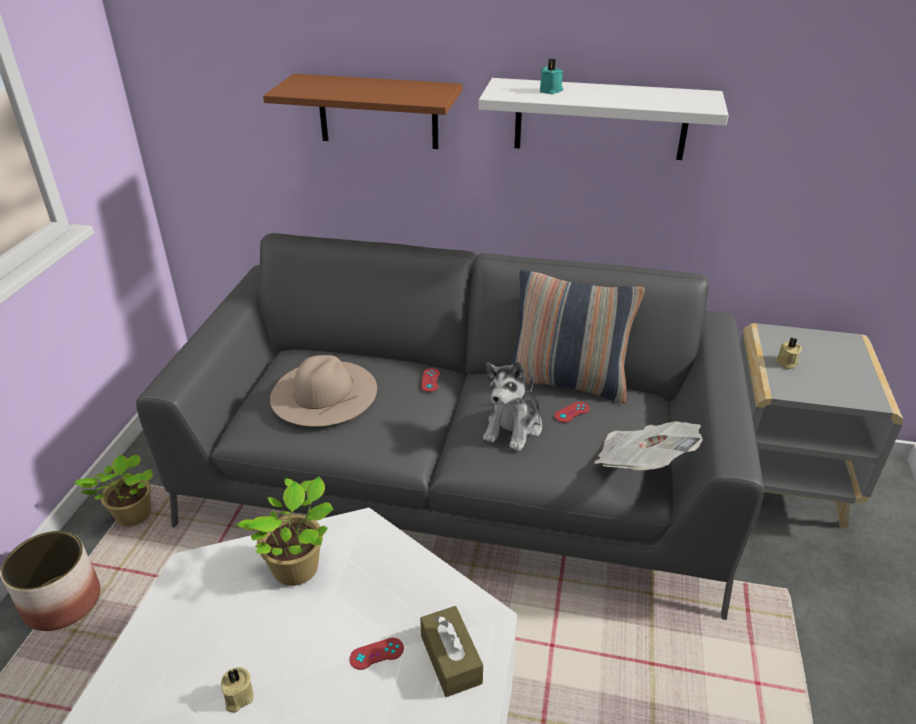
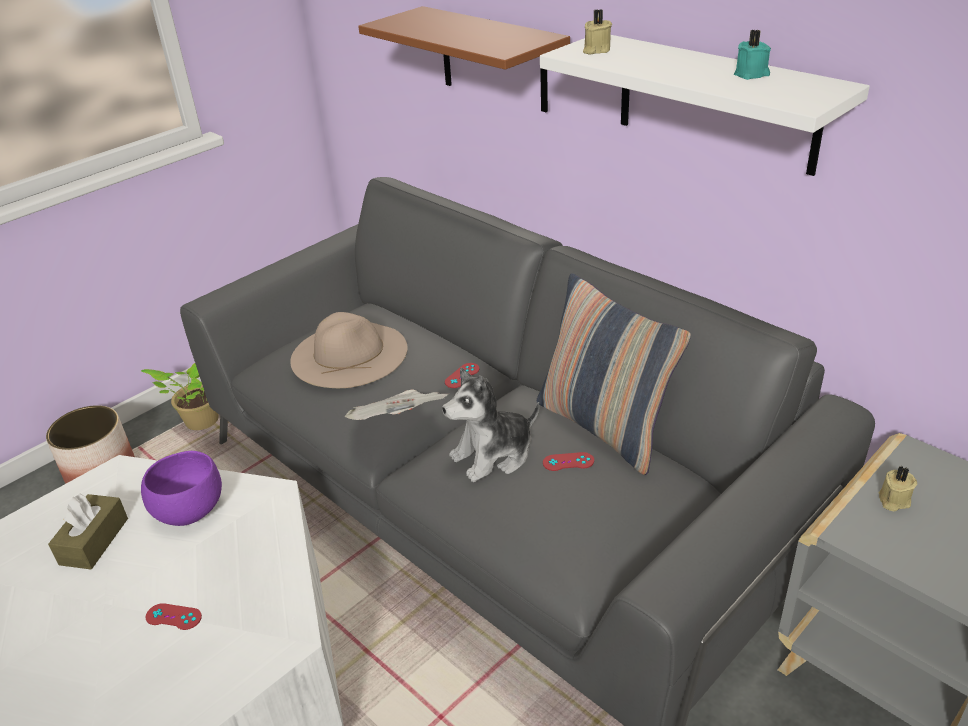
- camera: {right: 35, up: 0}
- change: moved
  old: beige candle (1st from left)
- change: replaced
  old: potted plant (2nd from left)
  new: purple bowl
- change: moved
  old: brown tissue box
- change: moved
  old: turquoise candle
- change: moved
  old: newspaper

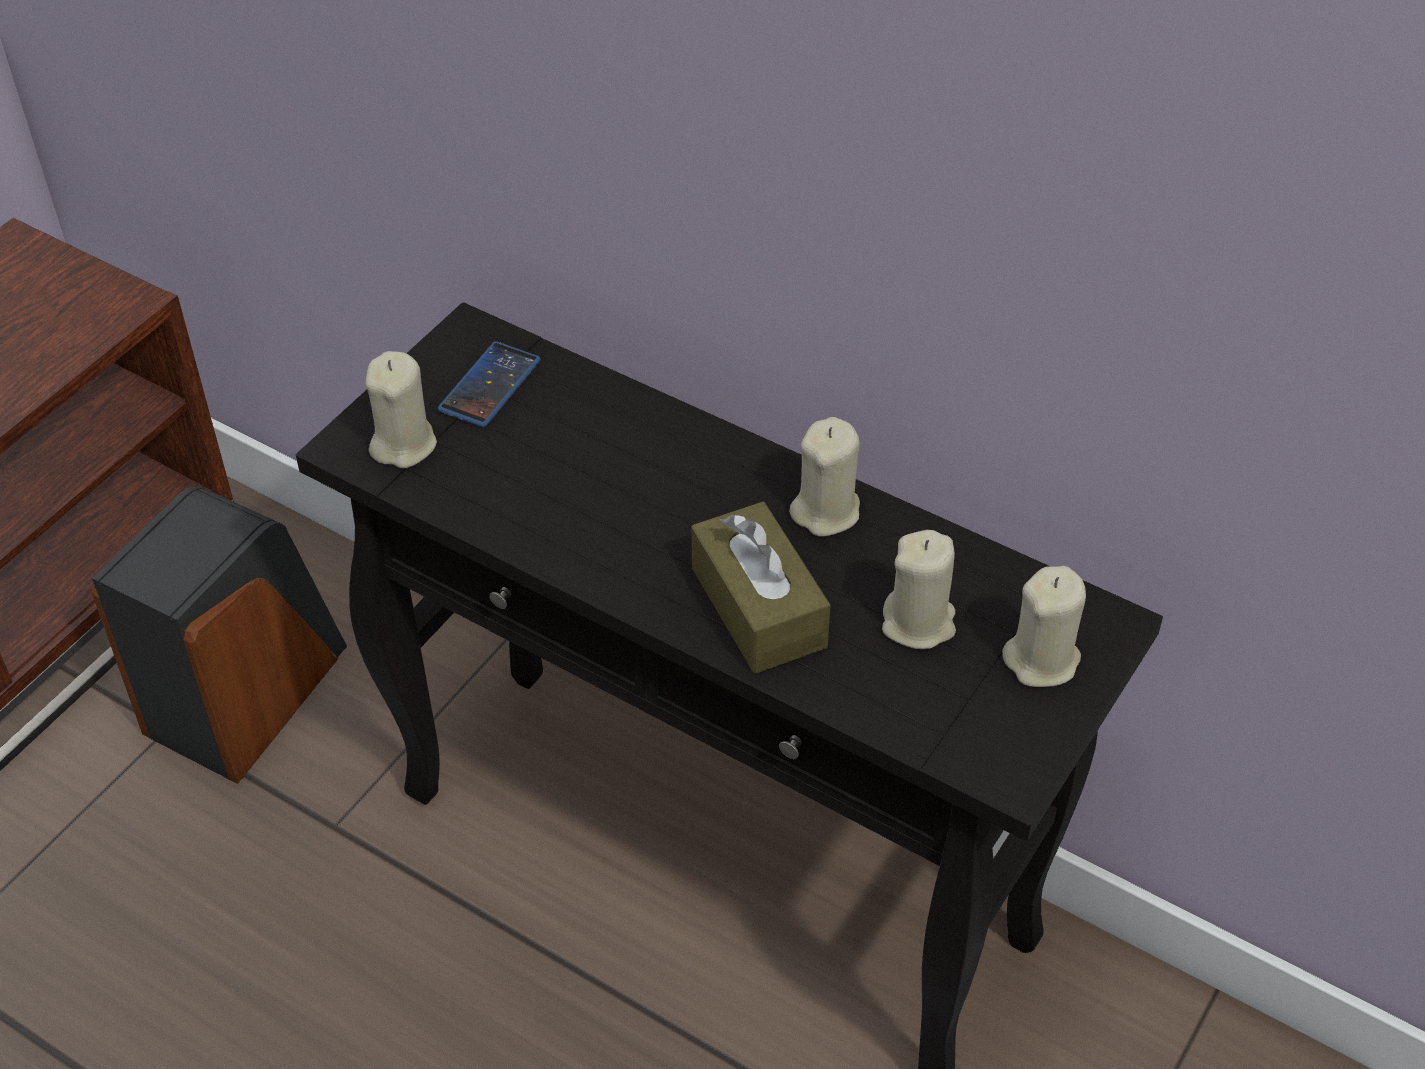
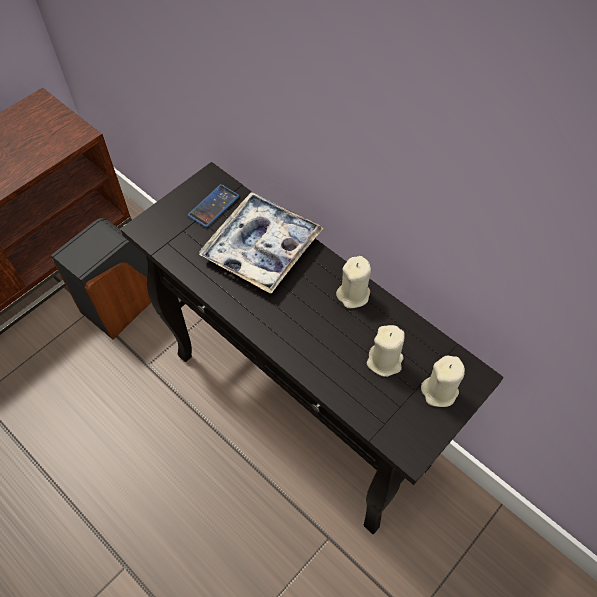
- camera: {right: 10, up: 10}
- change: removed
  old: beige candle (1st from left)
- change: removed
  old: brown tissue box
- change: added
  new: tray

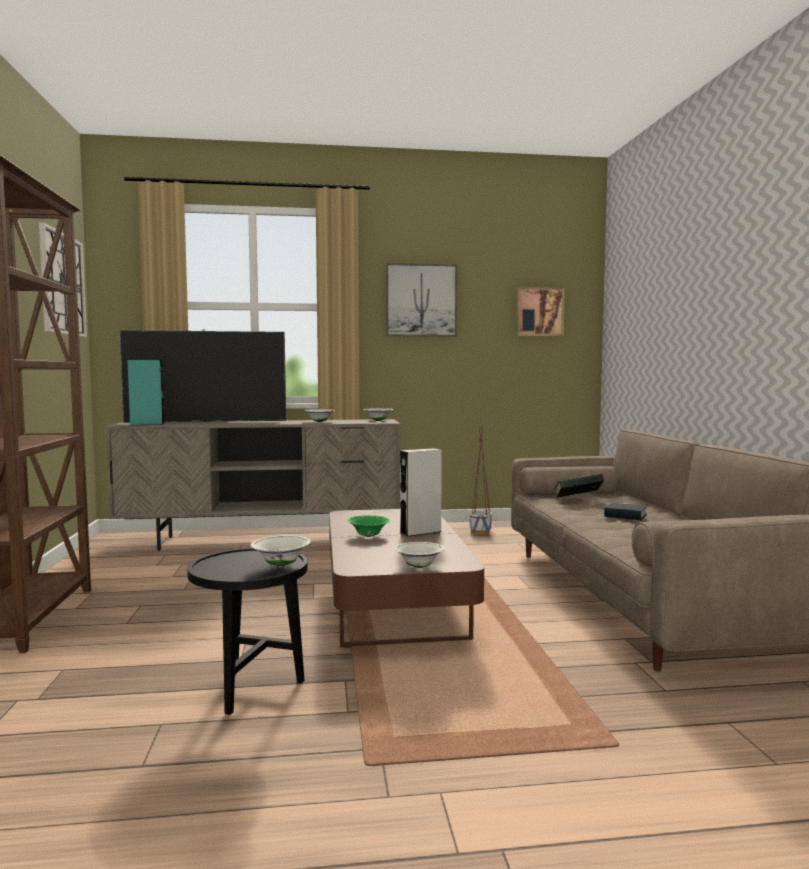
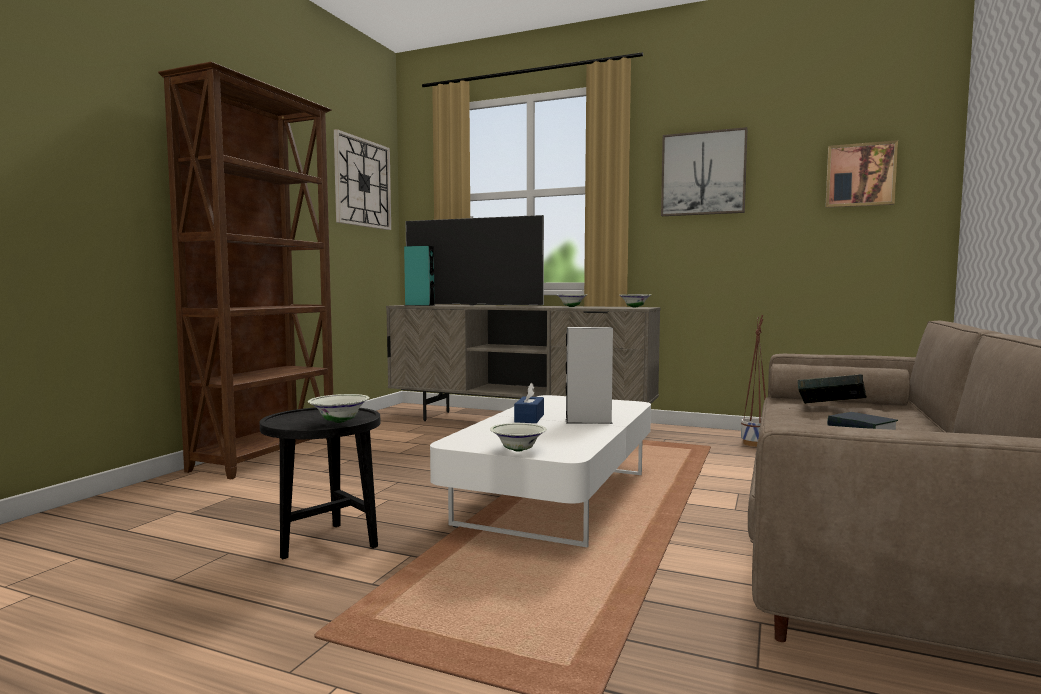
- camera: {right: 30, up: 0}
- change: recoloured
  old: brown coffee table
  new: white coffee table
- change: replaced
  old: green bowl
  new: blue tissue box

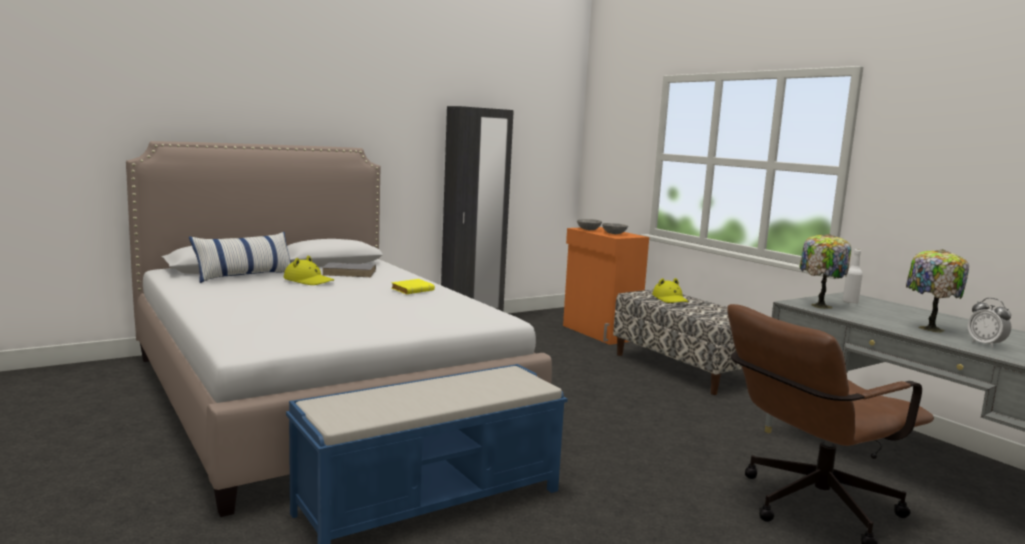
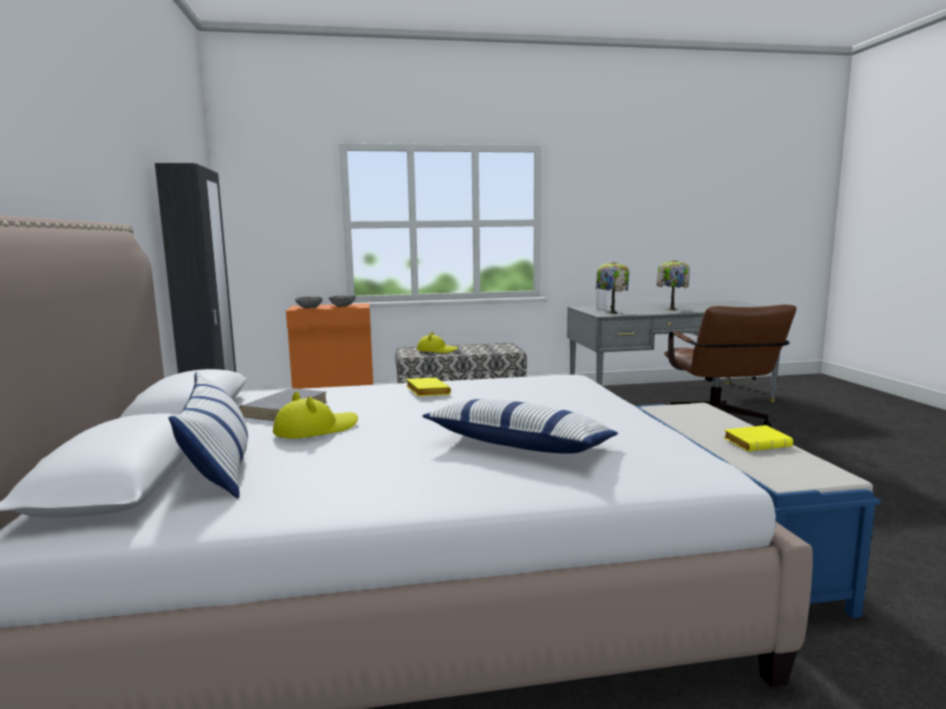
- camera: {right: -65, up: 0}
- change: removed
  old: alarm clock
- change: added
  new: pillow (2nd from left)
- change: added
  new: yellow book (2nd from left)

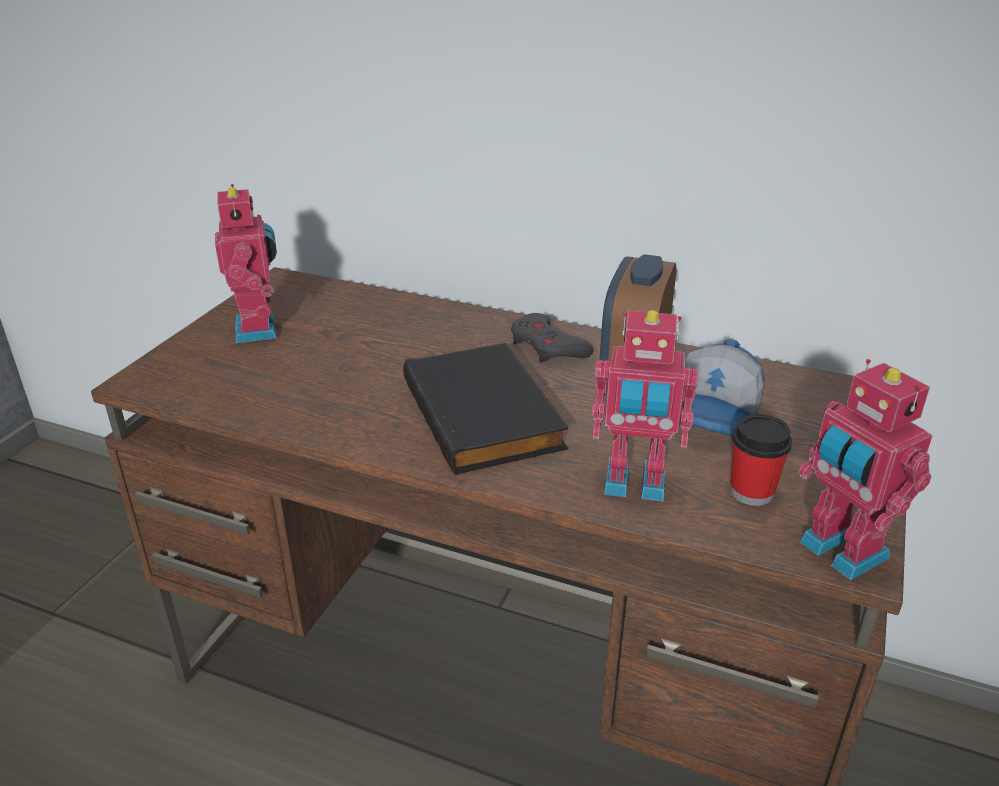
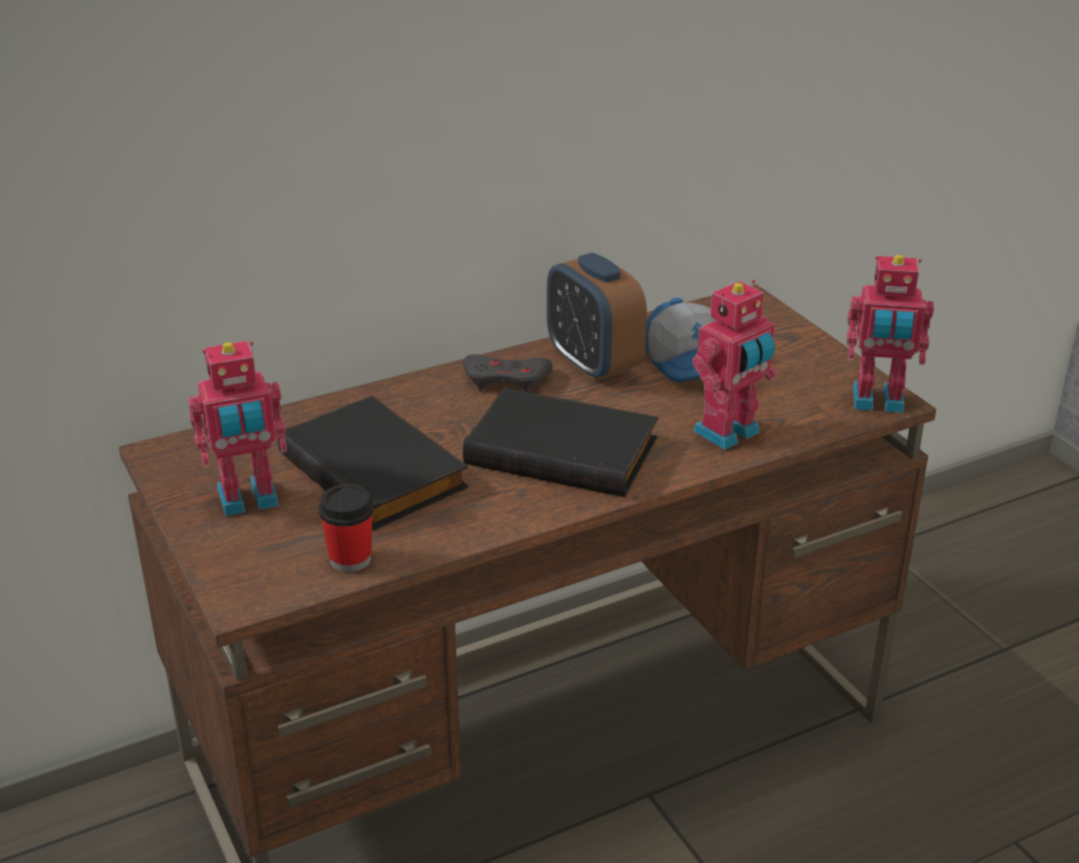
- camera: {right: -50, up: 0}
- change: turned
  old: toy robot (1st from left)
  degrees: 135
- change: moved
  old: cup
- change: added
  new: black book (1st from left)

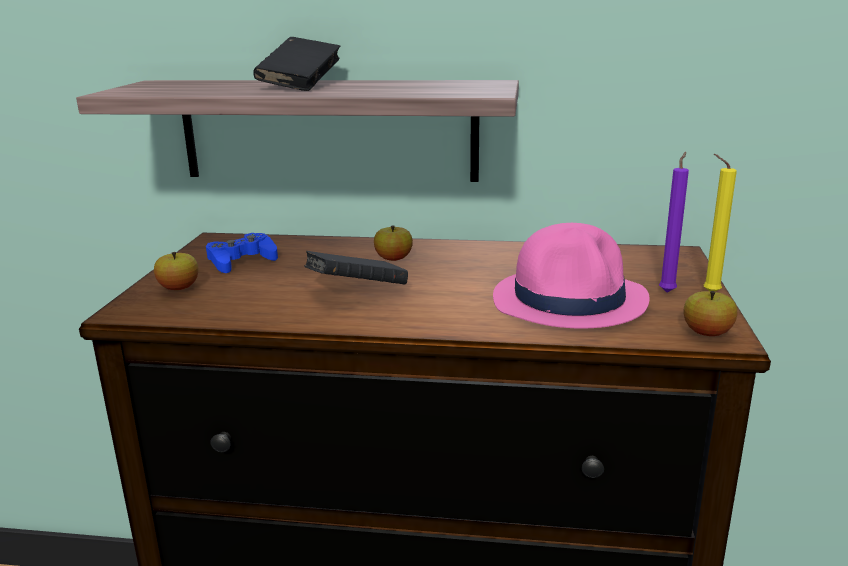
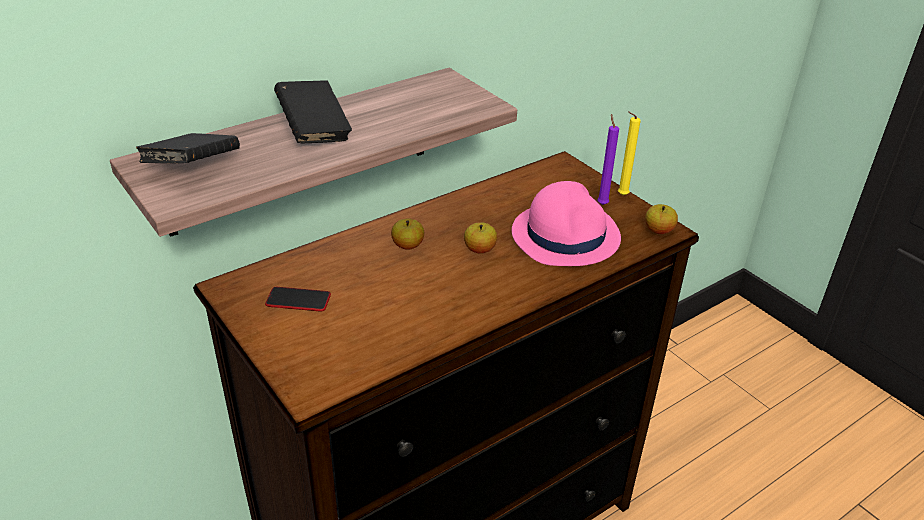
- camera: {right: -45, up: 15}
- change: moved
  old: apple (1st from left in the first image)
  new: apple (2nd from left)
- change: replaced
  old: blue game controller
  new: phone
- change: moved
  old: black book (2nd from left in the first image)
  new: black book (1st from left)

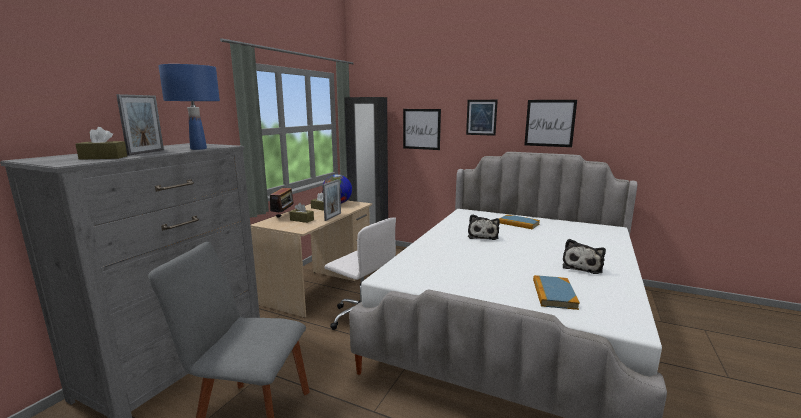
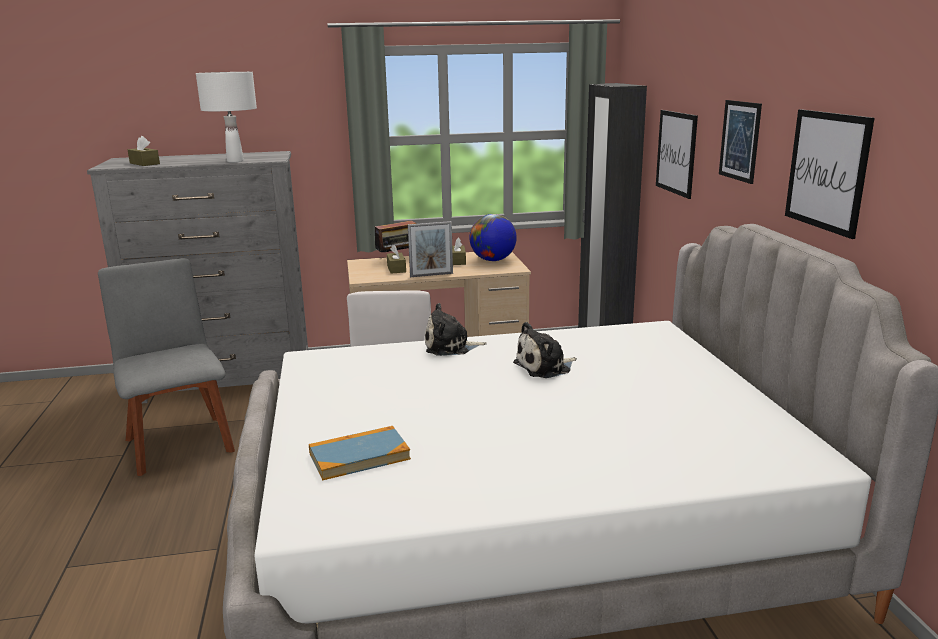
- camera: {right: 55, up: 5}
- change: removed
  old: picture frame (1st from left)
- change: recoloured
  old: blue table lamp
  new: white table lamp
- change: removed
  old: book (1st from left)
- change: moved
  old: plush toy (2nd from left in the first image)
  new: plush toy (1st from left)

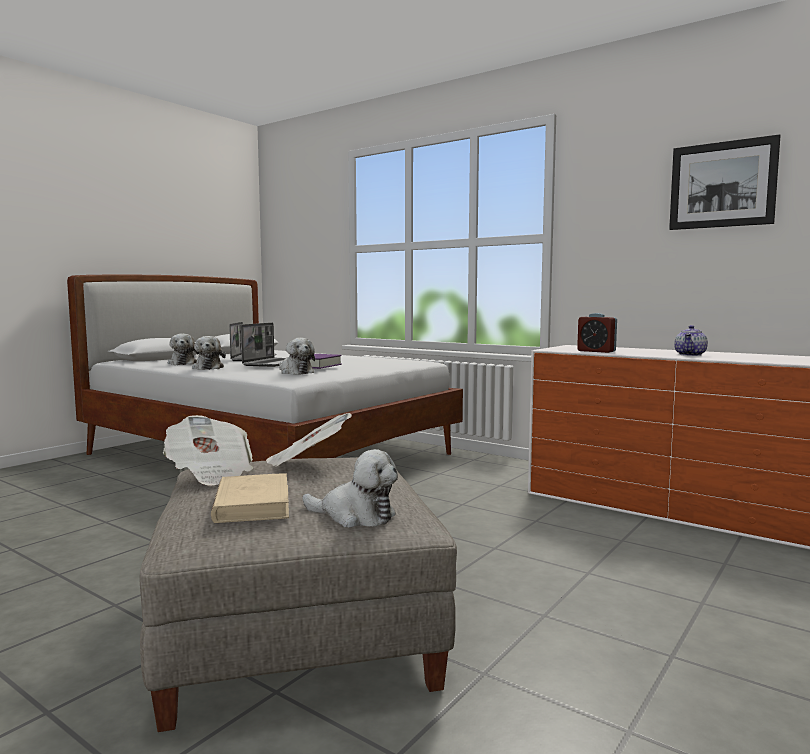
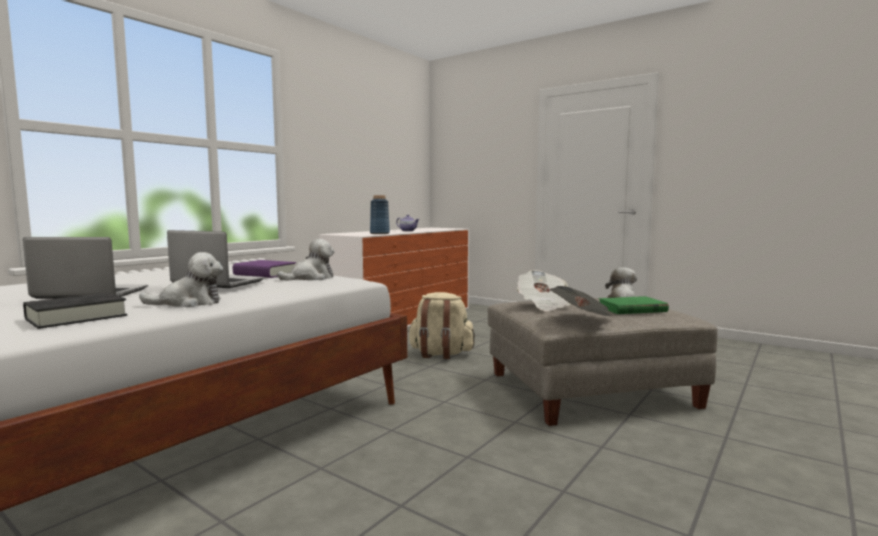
- camera: {right: -90, up: 0}
- change: replaced
  old: plush toy (1st from left)
  new: black book
- change: recoloured
  old: beige book
  new: green book
- change: replaced
  old: alarm clock
  new: blue vase
- change: removed
  old: picture
- change: added
  new: beige backpack

